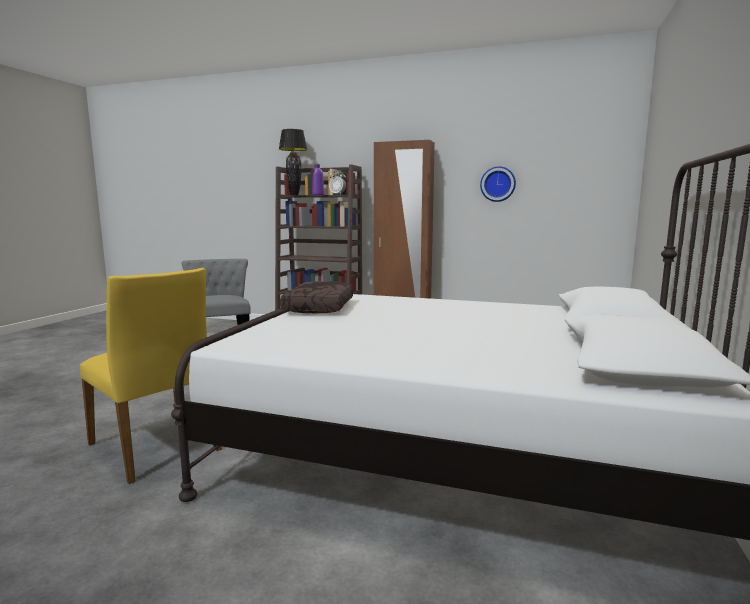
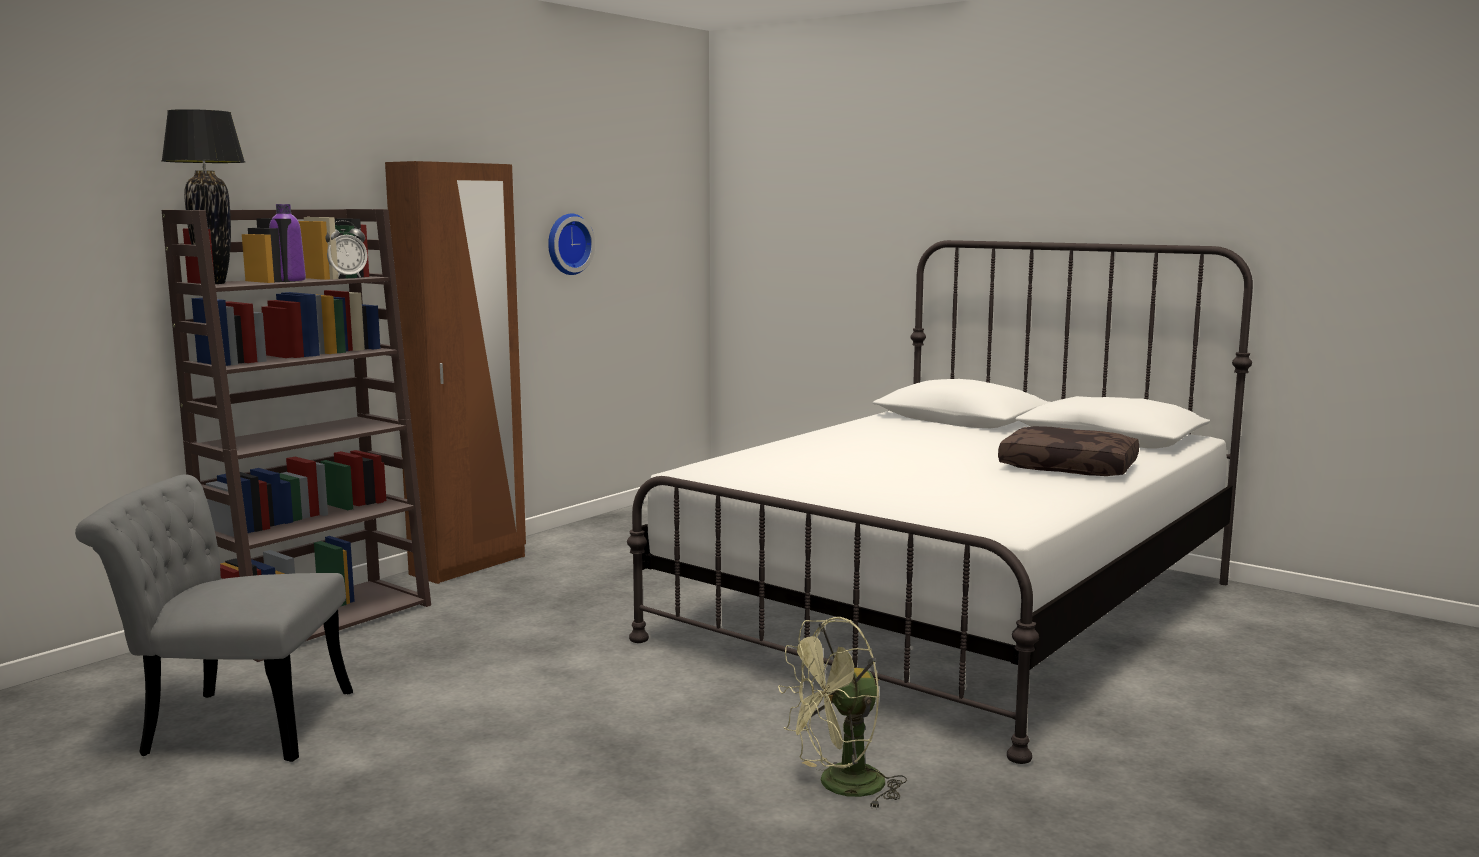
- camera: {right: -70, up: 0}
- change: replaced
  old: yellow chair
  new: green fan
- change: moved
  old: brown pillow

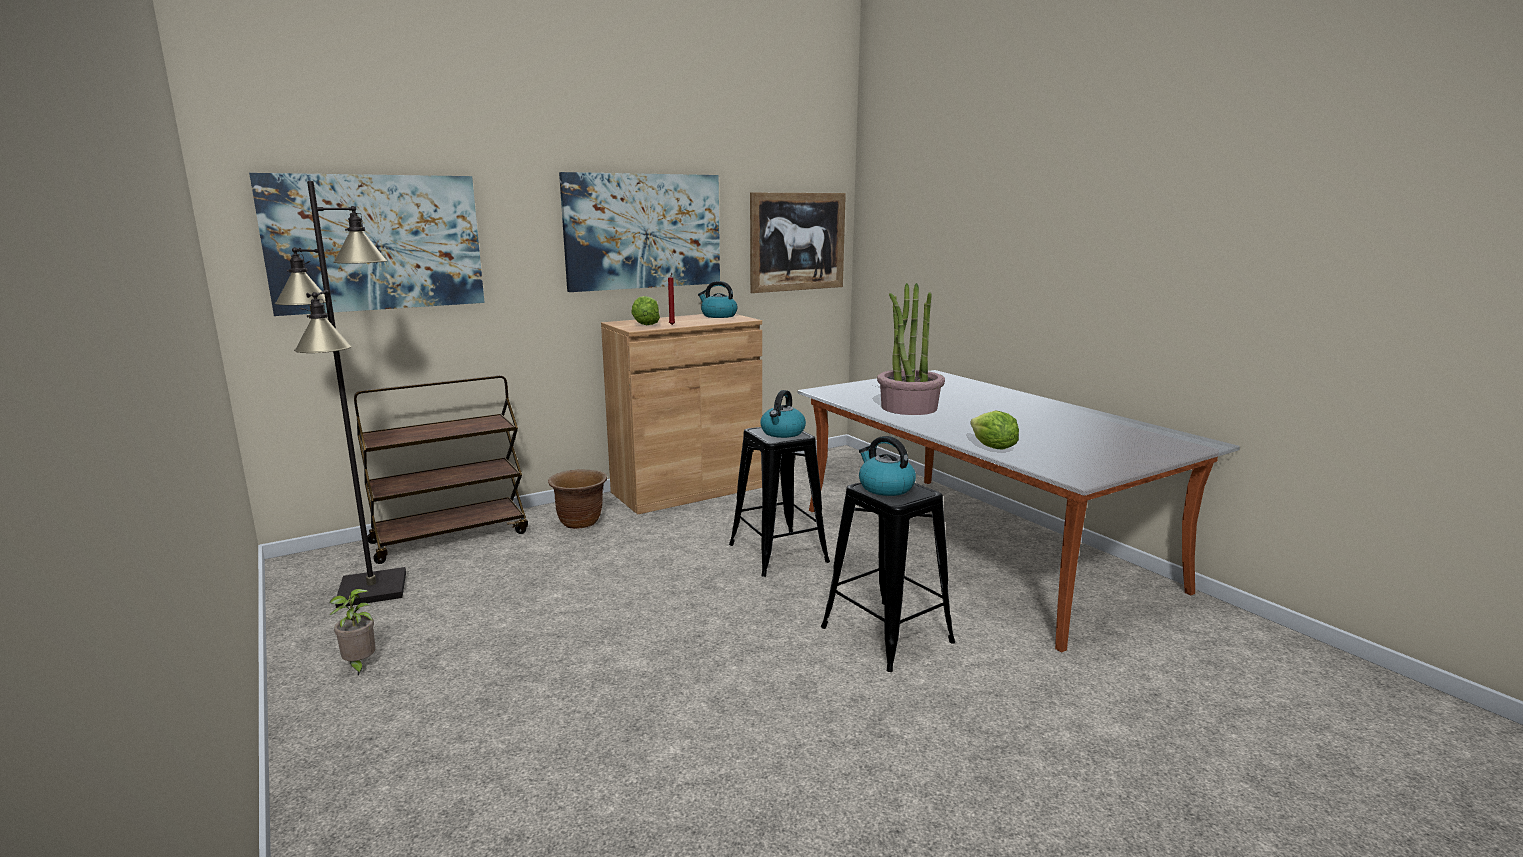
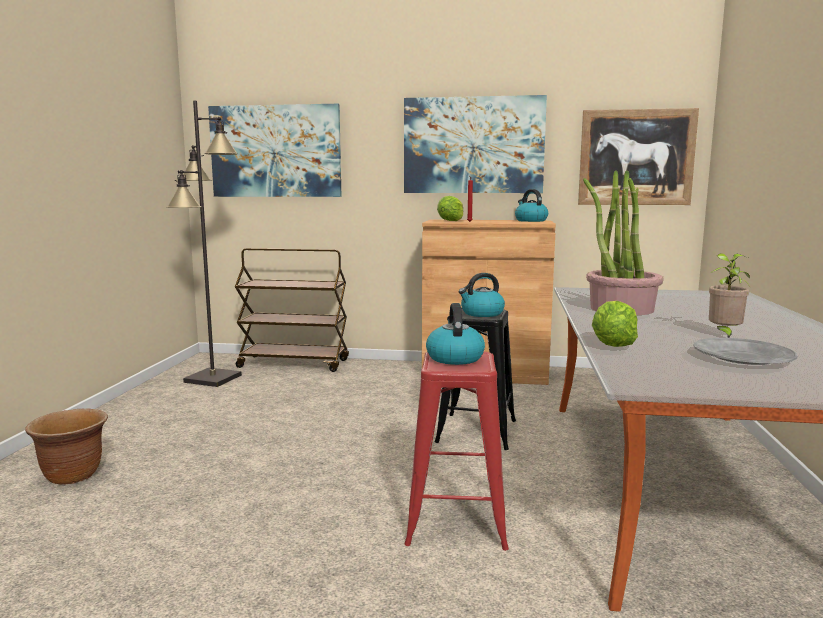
- camera: {right: 40, up: -5}
- change: moved
  old: potted plant (1st from left in the first image)
  new: potted plant (2nd from left)
- change: moved
  old: brown planter
- change: recoloured
  old: black stool (2nd from left)
  new: red stool
- change: added
  new: grey plate

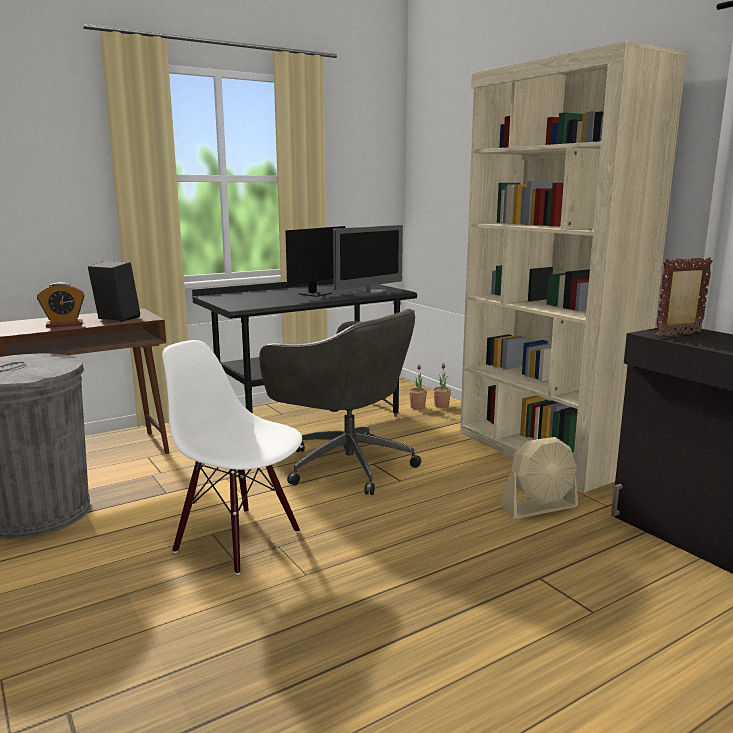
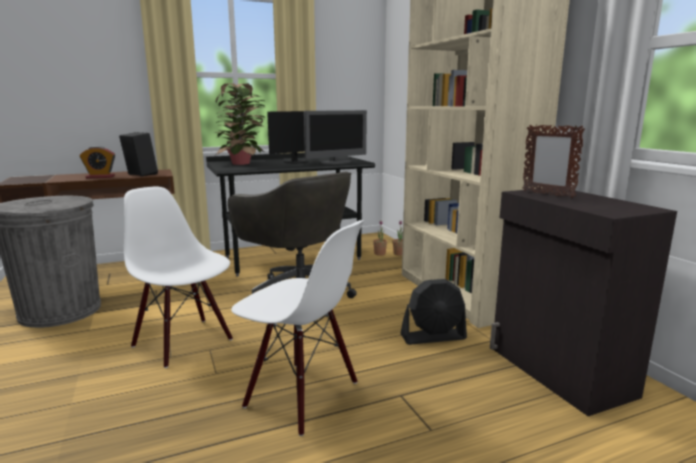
- camera: {right: 10, up: 0}
- change: recoloured
  old: beige fan
  new: black fan
- change: turned
  old: picture frame
  degrees: -120
- change: added
  new: potted plant (1st from left)
- change: added
  new: white chair (2nd from left)

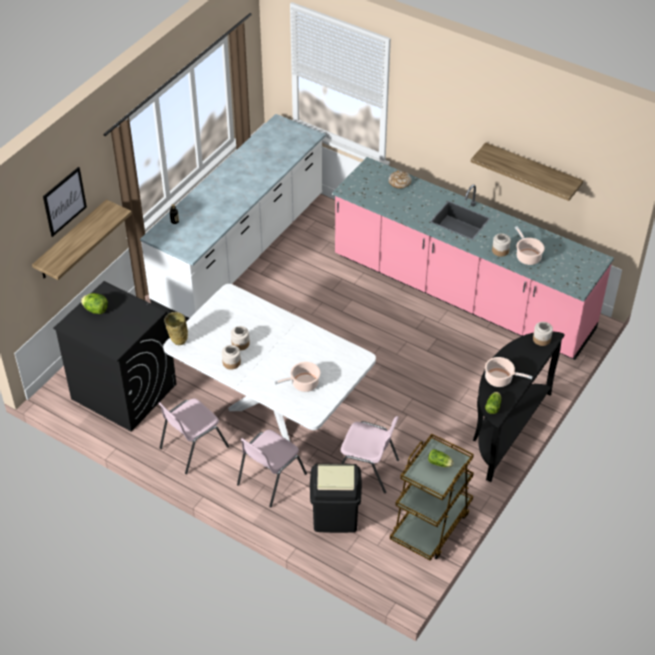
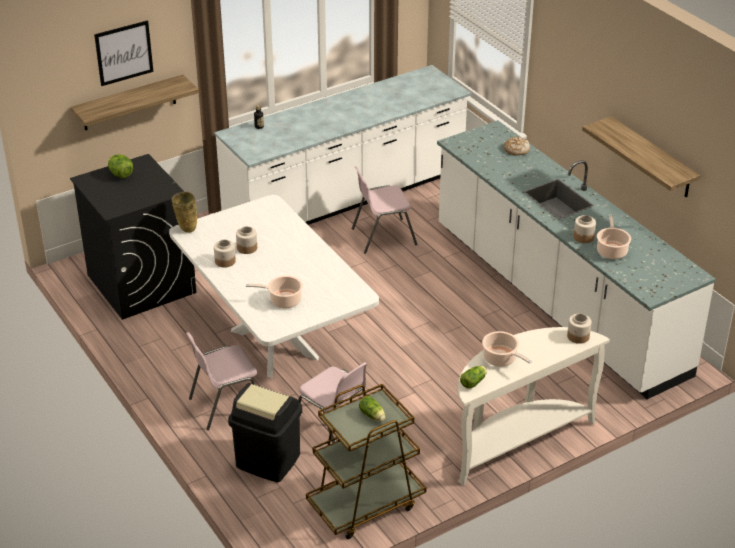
- camera: {right: 25, up: -10}
- change: moved
  old: pink chair (1st from left in the first image)
  new: pink chair (3rd from left)
- change: recoloured
  old: pink counter
  new: white counter (2nd from left)
- change: recoloured
  old: black console table
  new: white console table

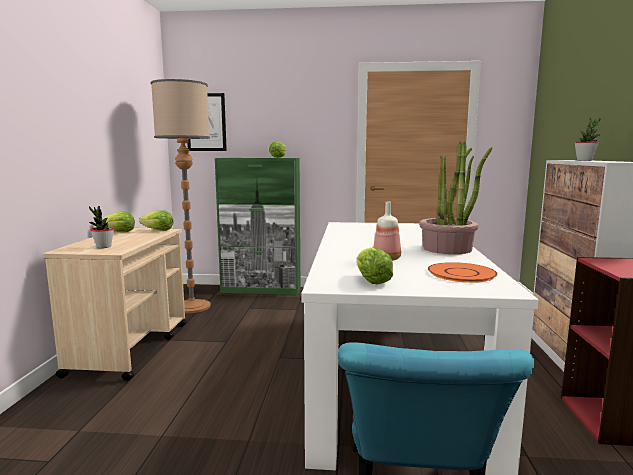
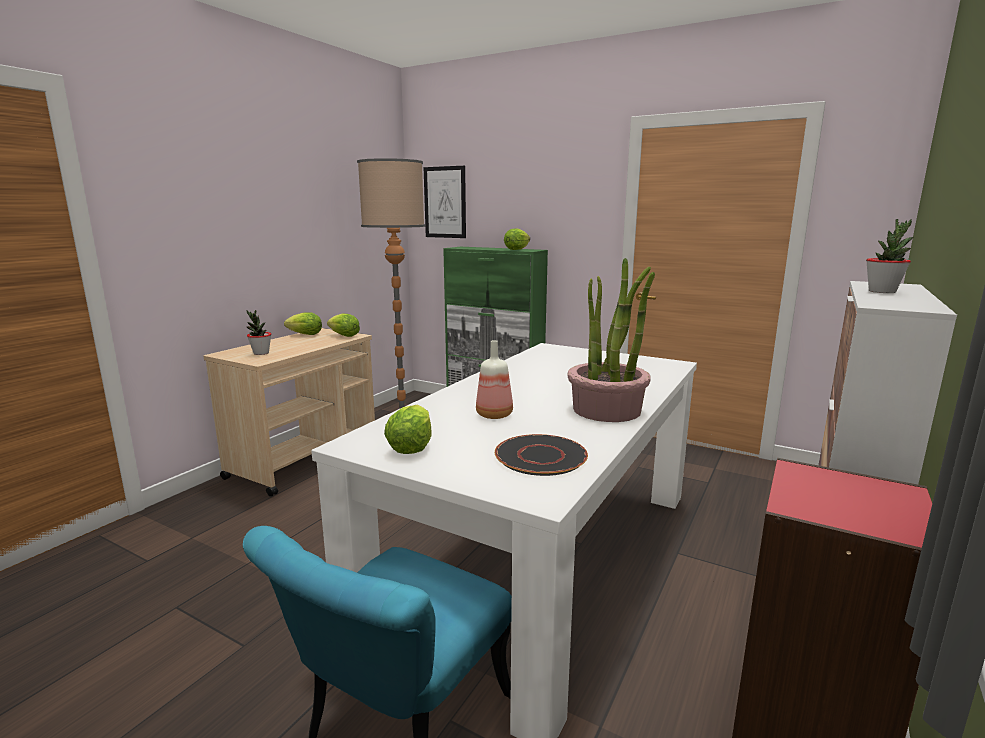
- camera: {right: 25, up: 5}
- change: recoloured
  old: orange plate
  new: black plate

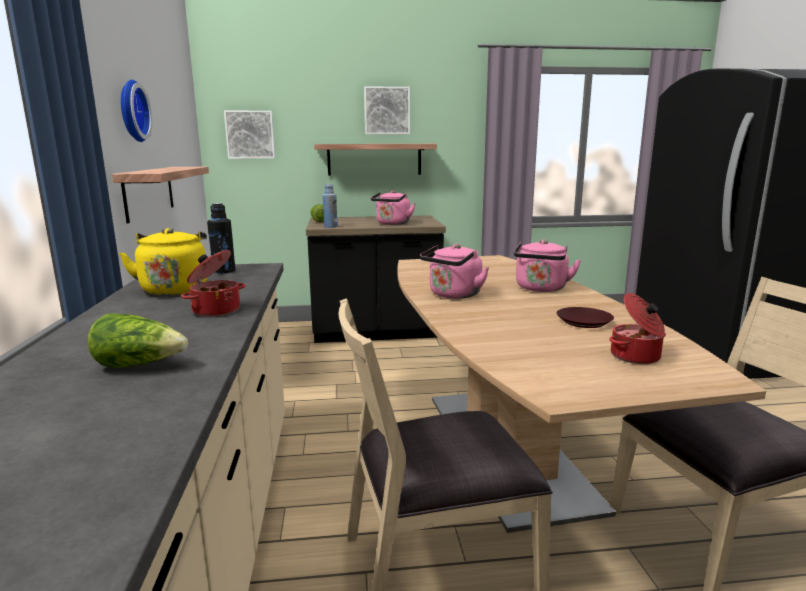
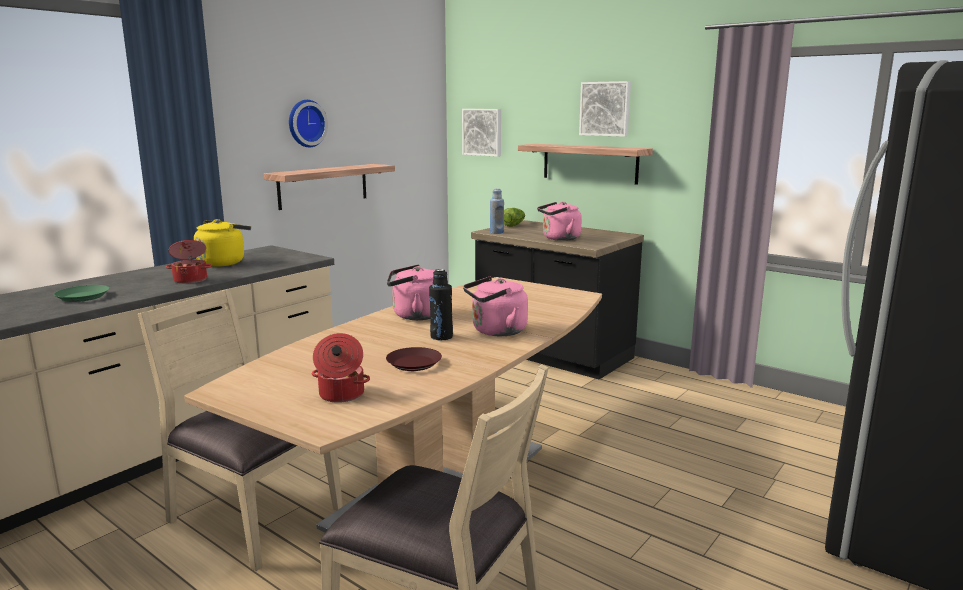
- camera: {right: 45, up: 0}
- change: replaced
  old: lettuce (1st from left)
  new: green plate
- change: moved
  old: black bottle

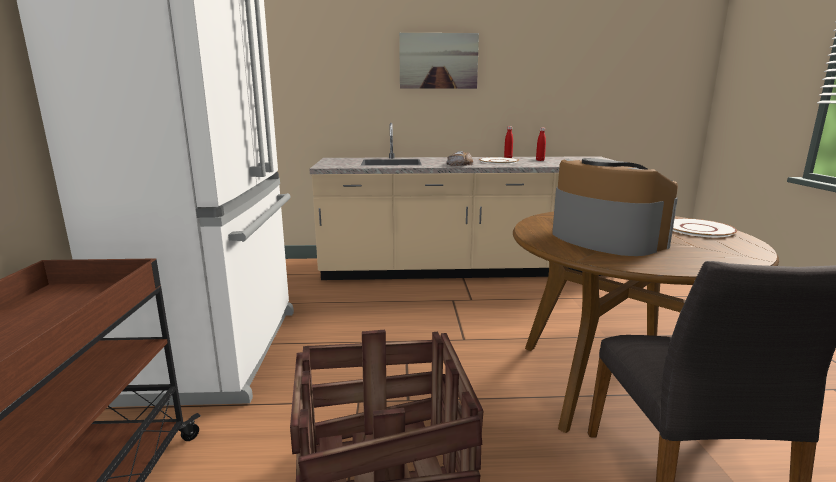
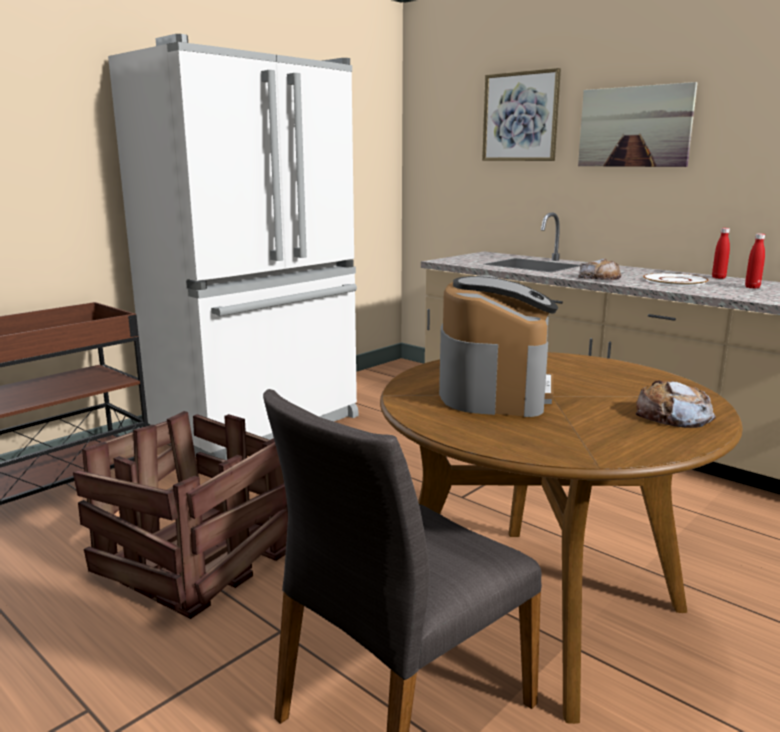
- camera: {right: 45, up: 0}
- change: replaced
  old: white plate (2nd from left)
  new: bread (2nd from left)
- change: added
  new: picture (1st from left)

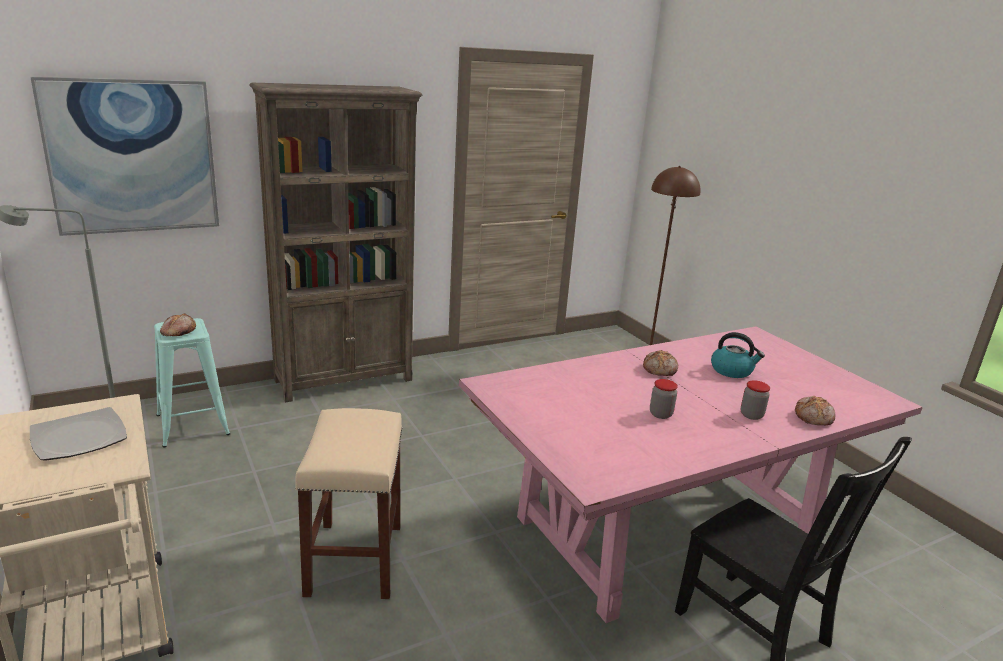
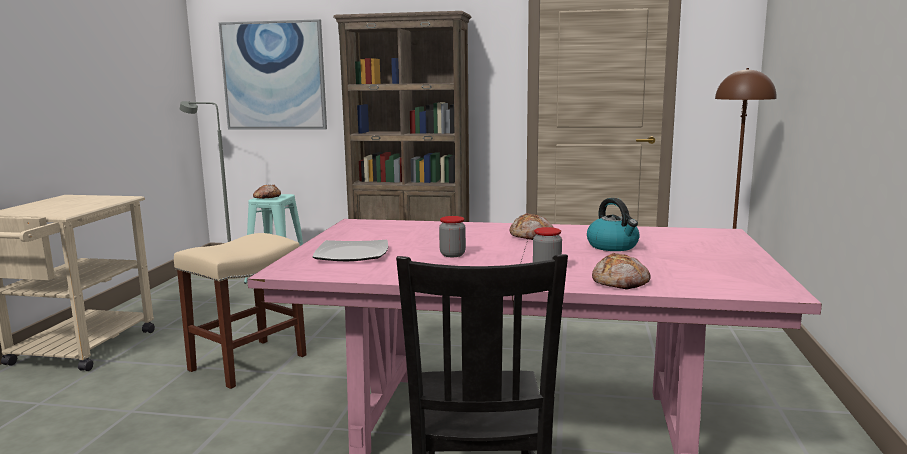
- camera: {right: 40, up: -10}
- change: moved
  old: plate

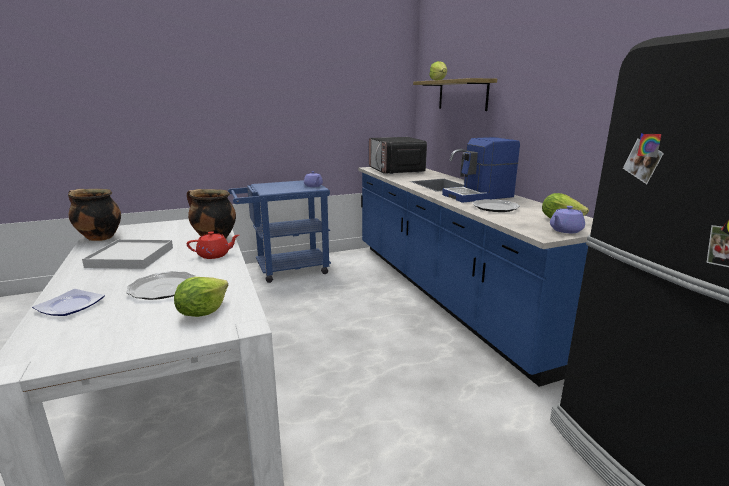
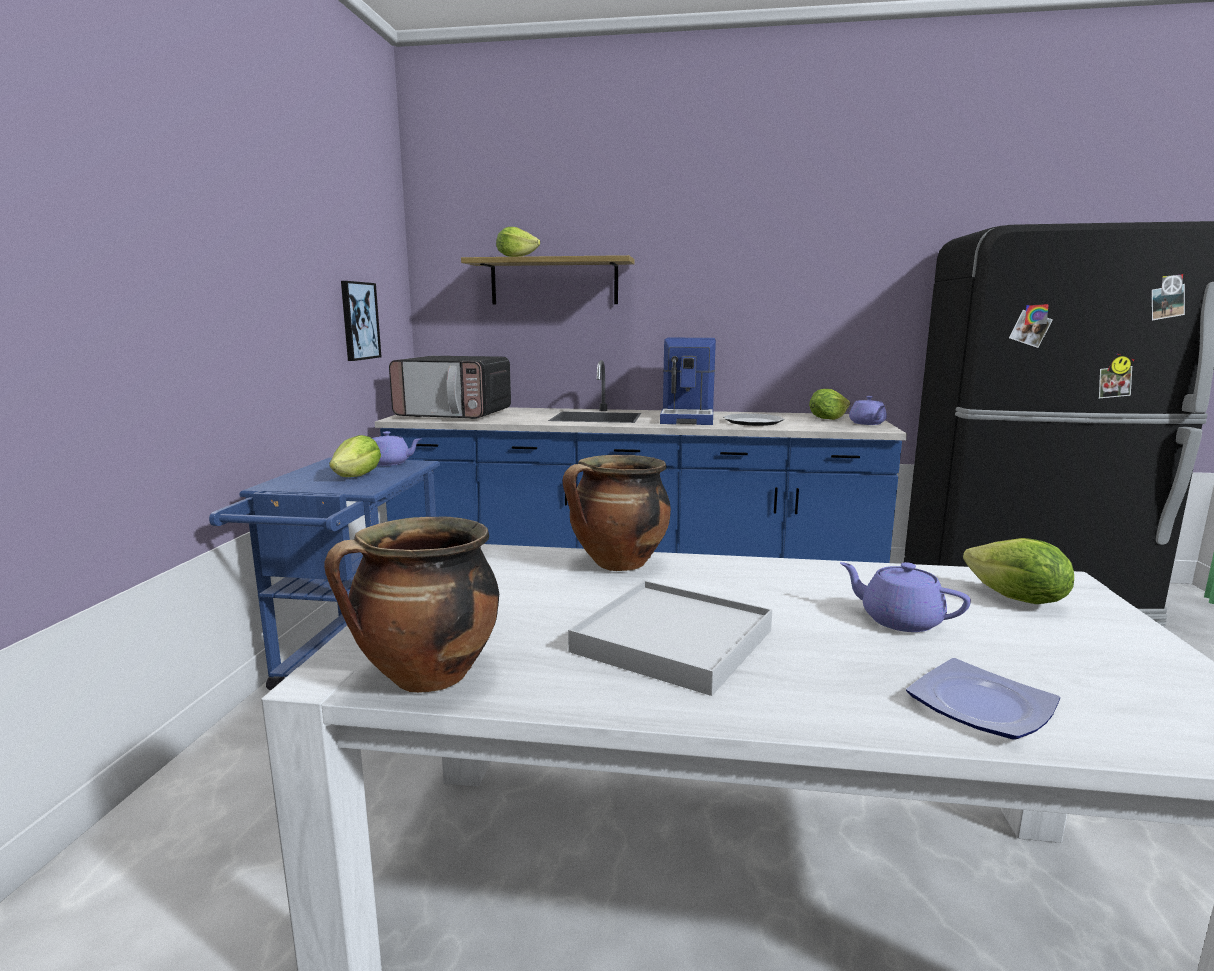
- camera: {right: -60, up: -5}
- change: replaced
  old: plate (2nd from left)
  new: purple teapot (3rd from left)
- change: removed
  old: red teapot
- change: added
  new: lettuce (1st from left)
- change: added
  new: picture

